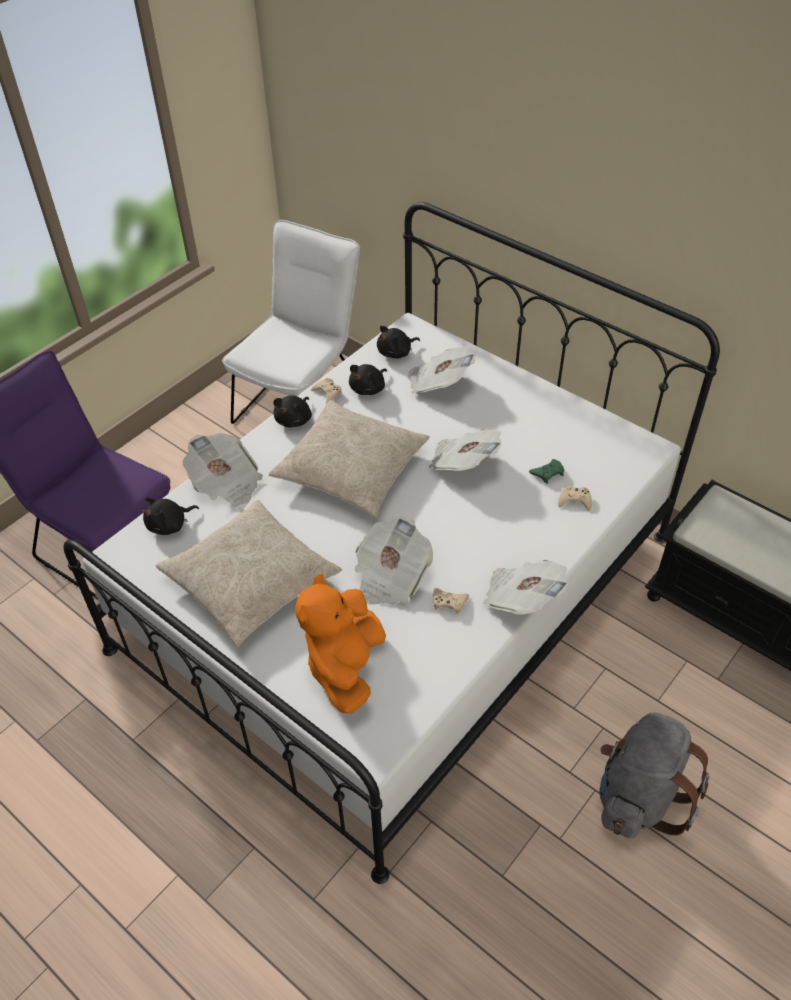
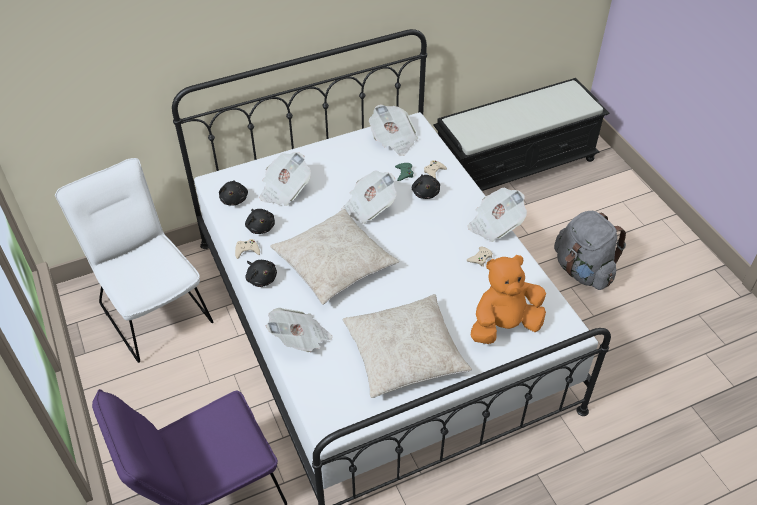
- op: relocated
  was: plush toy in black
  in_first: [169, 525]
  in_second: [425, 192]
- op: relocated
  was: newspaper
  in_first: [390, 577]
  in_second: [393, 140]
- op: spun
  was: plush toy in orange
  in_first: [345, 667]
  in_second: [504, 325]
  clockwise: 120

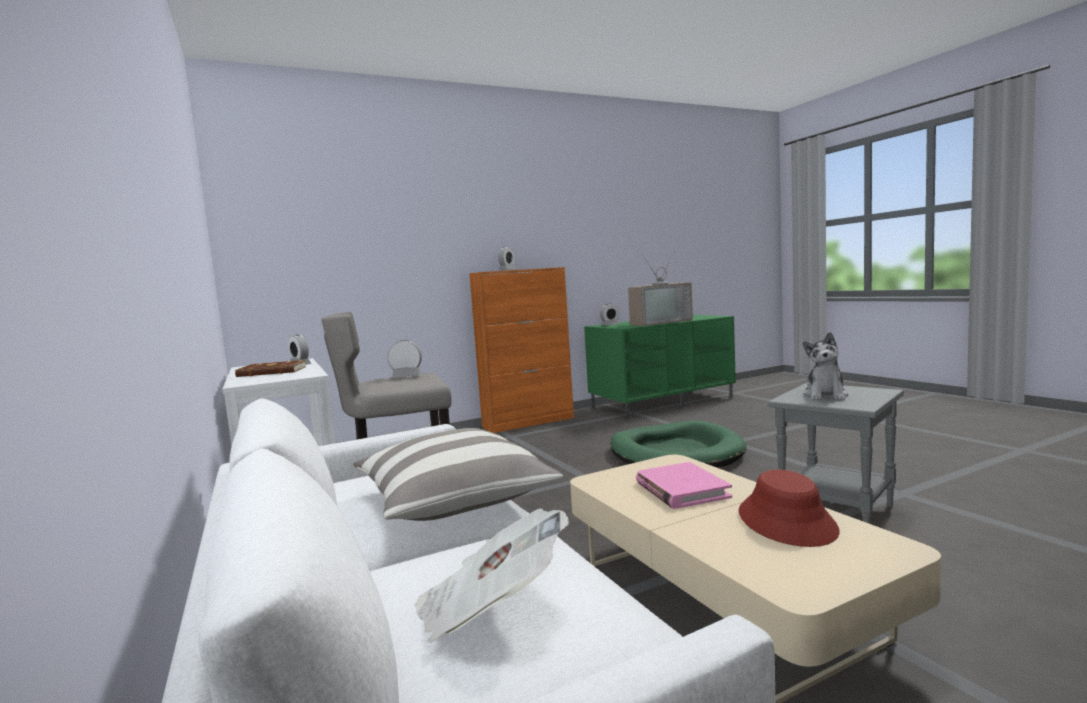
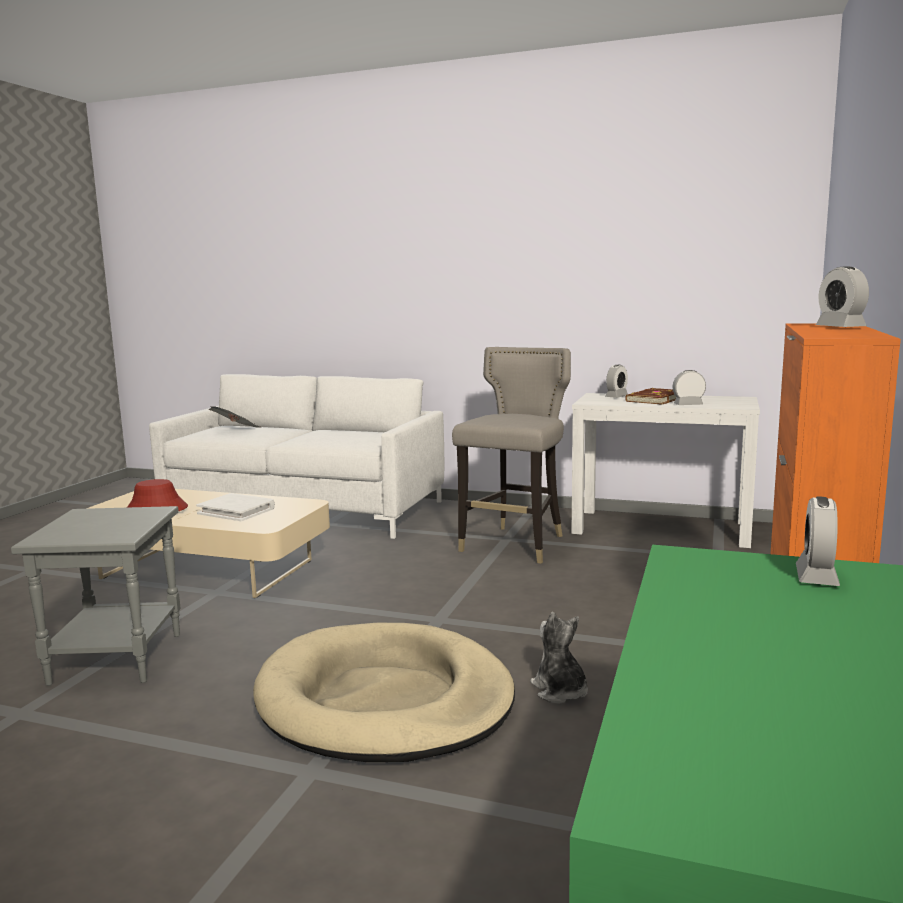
- op: missing
  was: television
  in_first: [659, 322]
- op: relocated
  was: plush toy
  in_first: [825, 395]
  in_second: [560, 691]
- op: relocated
  was: alarm clock
  in_first: [406, 376]
  in_second: [616, 396]
- op: colour
  was: dog bed in green
  now: dog bed in beige
  in_first: [675, 453]
  in_second: [385, 700]
- op: missing
  was: pillow
  in_first: [454, 500]
- op: colour
  was: book in pink
  now: book in white
  in_first: [681, 490]
  in_second: [237, 511]

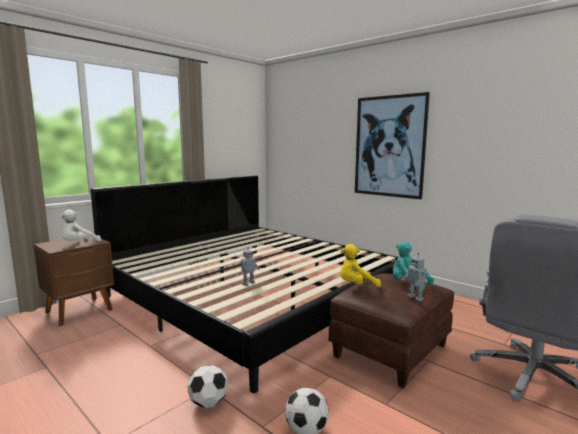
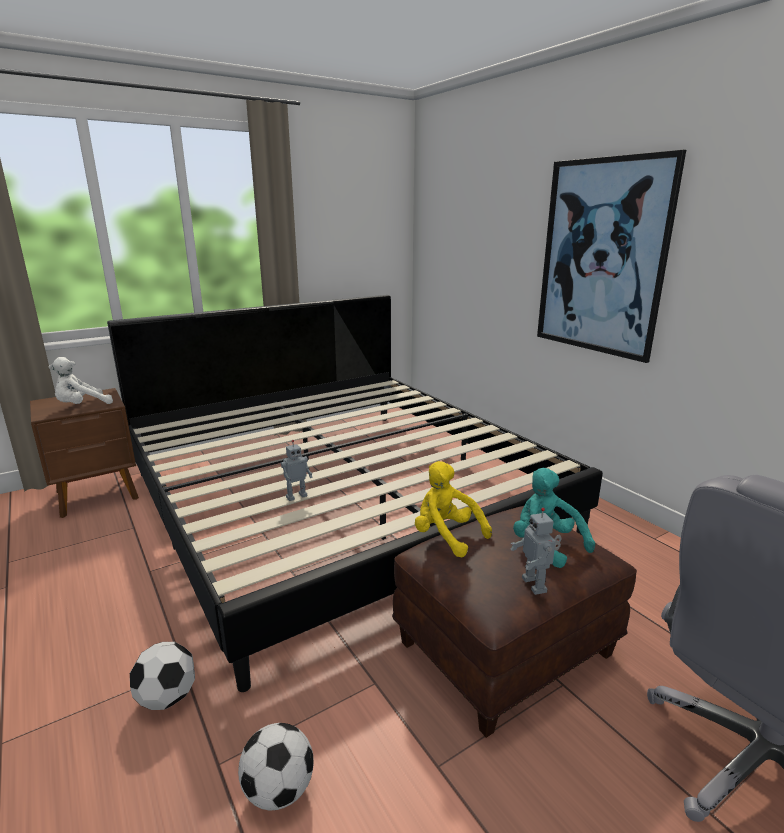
- op: spun
  was: plush toy in yellow
  in_first: [356, 285]
  in_second: [446, 536]
  clockwise: 45

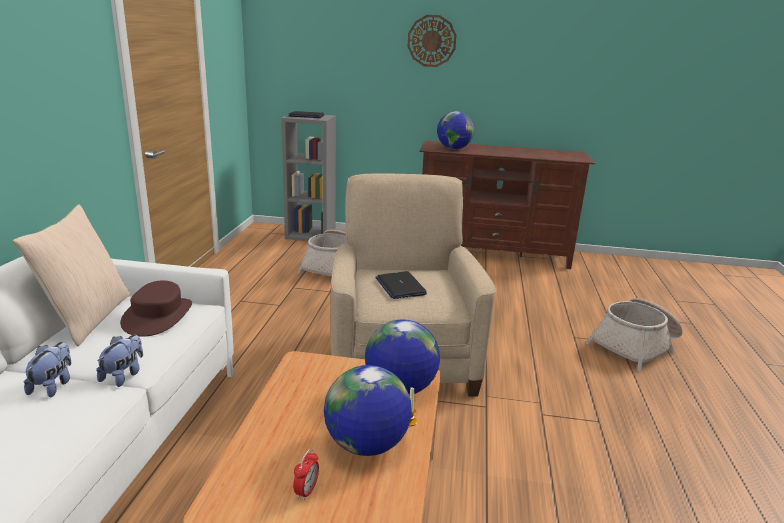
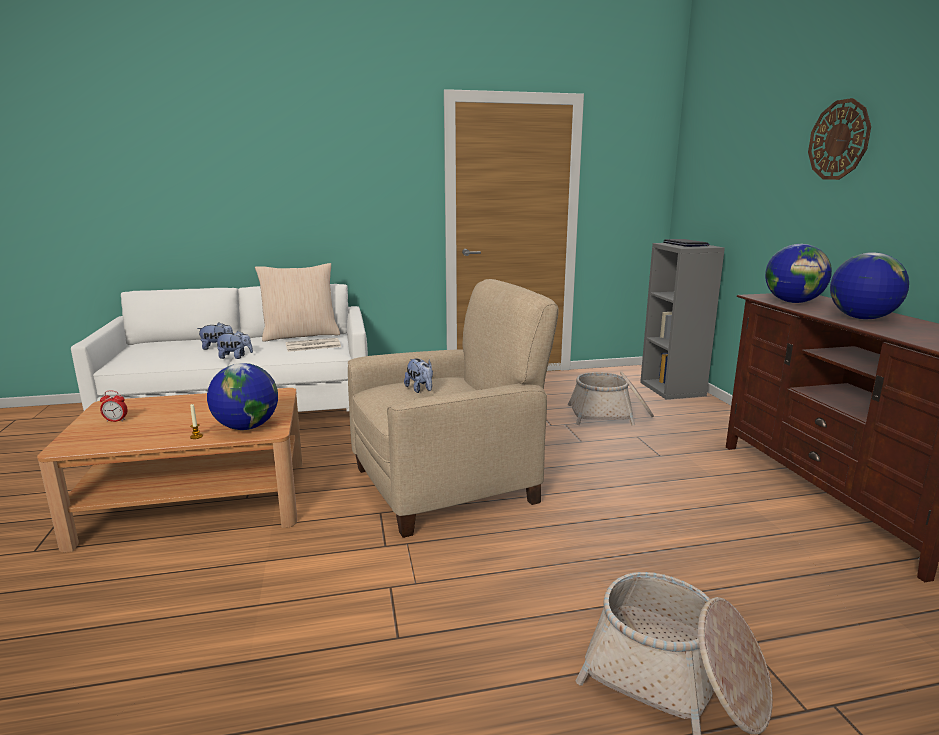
- op: exchanged
  was: laptop
  now: plush toy
  in_first: [400, 286]
  in_second: [420, 390]
- op: exchanged
  was: hat in brown
  now: newspaper
  in_first: [158, 316]
  in_second: [312, 346]
- op: relocated
  was: globe
  in_first: [366, 445]
  in_second: [861, 318]

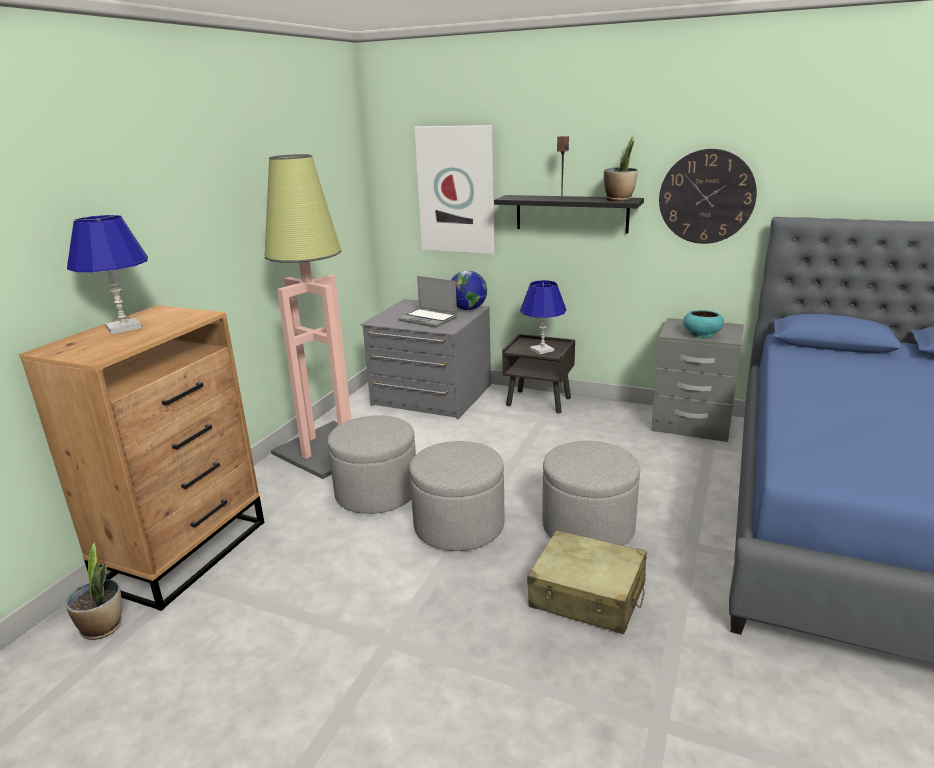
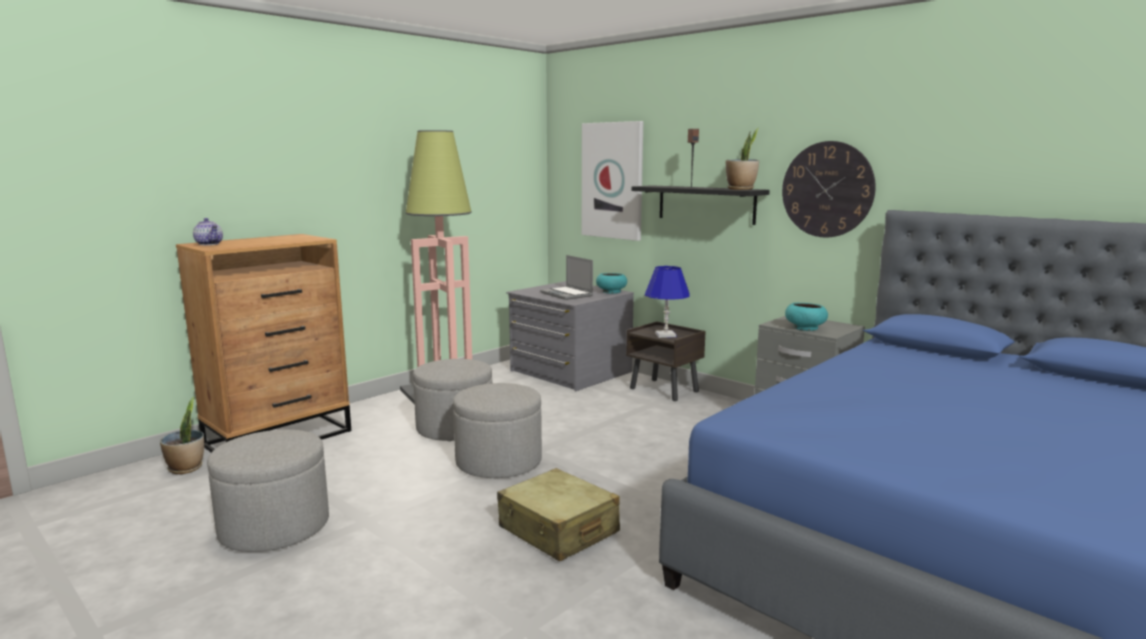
- op: missing
  was: table lamp in blue
  in_first: [124, 327]
- op: exchanged
  was: globe
  now: bowl in turquoise
  in_first: [468, 309]
  in_second: [611, 292]
- op: relocated
  was: ottoman in grey
  in_first: [588, 526]
  in_second: [274, 527]
- op: appeared
  now: teapot
  in_second: [210, 244]

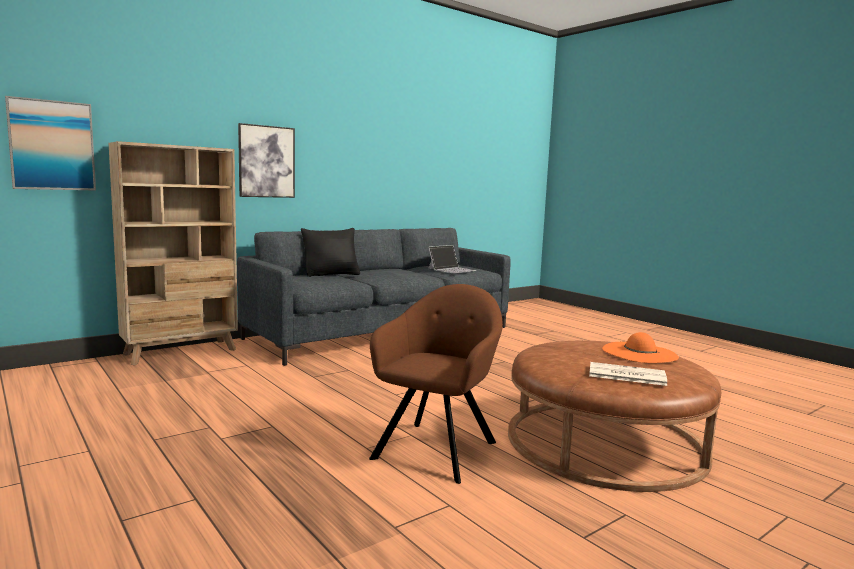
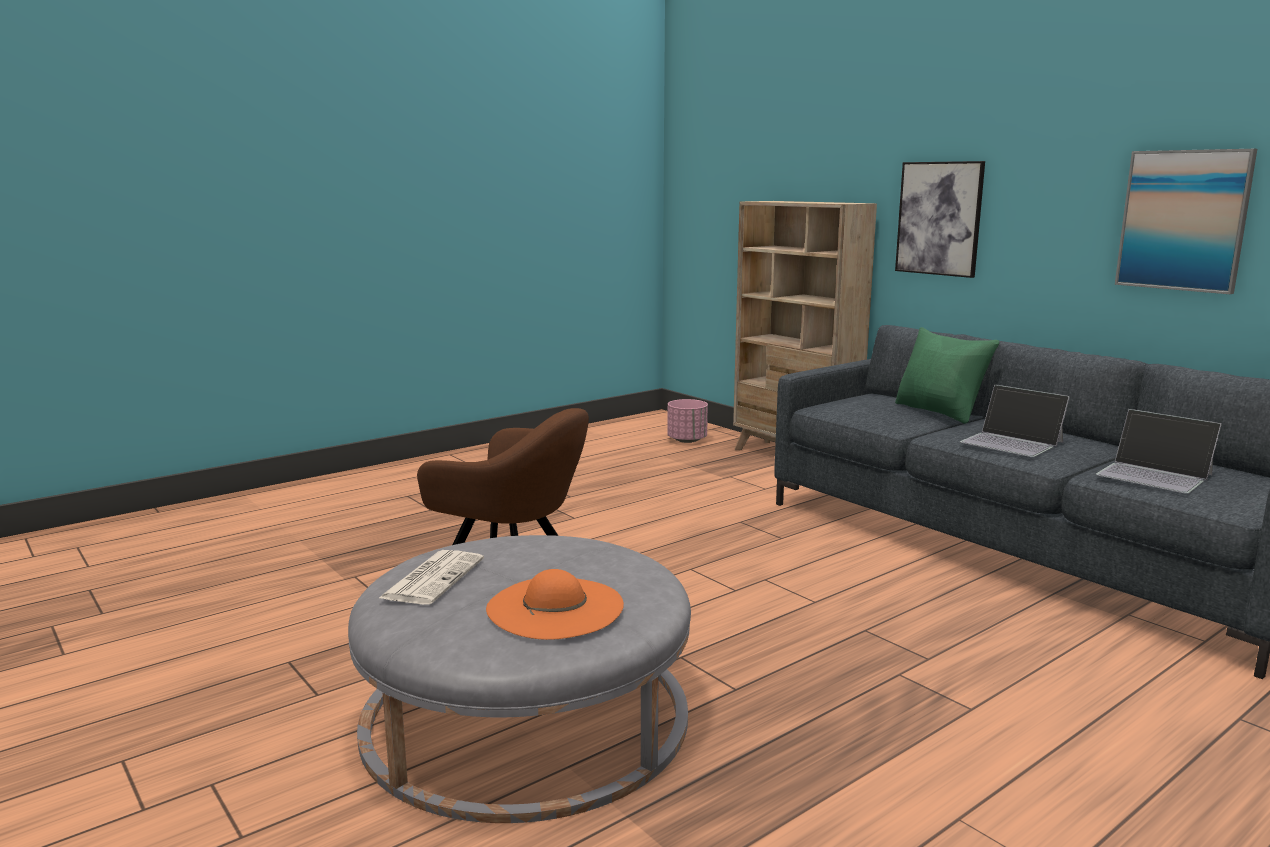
- op: relocated
  was: picture
  in_first: [52, 145]
  in_second: [1183, 220]
- op: colour
  was: pillow in black
  now: pillow in green
  in_first: [331, 275]
  in_second: [939, 412]
- op: colour
  was: ottoman in brown
  now: ottoman in grey
  in_first: [605, 441]
  in_second: [526, 715]
- op: appeared
  now: laptop
  in_second: [1012, 442]
- op: appeared
  now: planter in pink
  in_second: [687, 440]

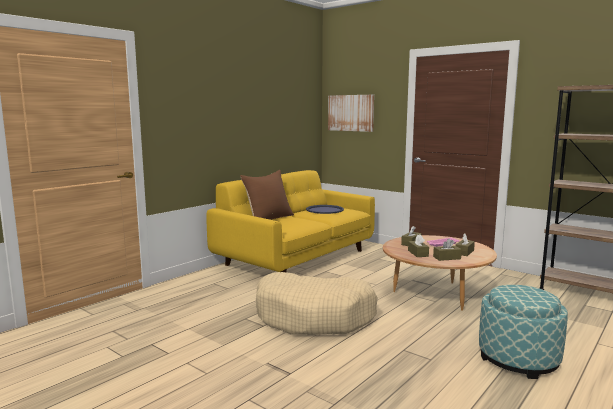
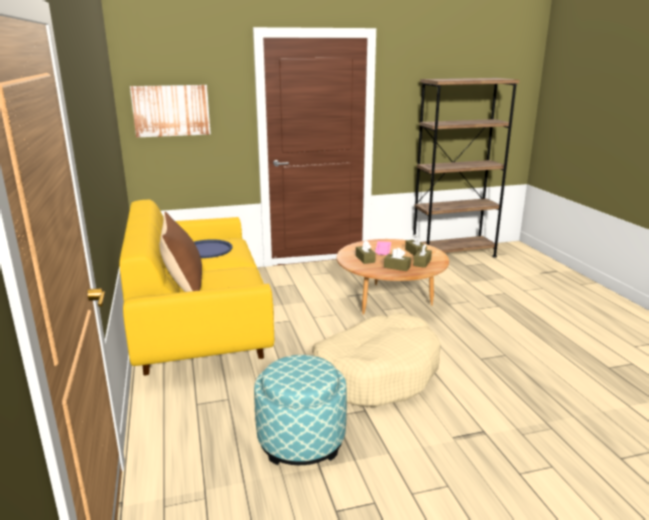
- op: relocated
  was: ottoman
  in_first: [518, 359]
  in_second: [301, 440]

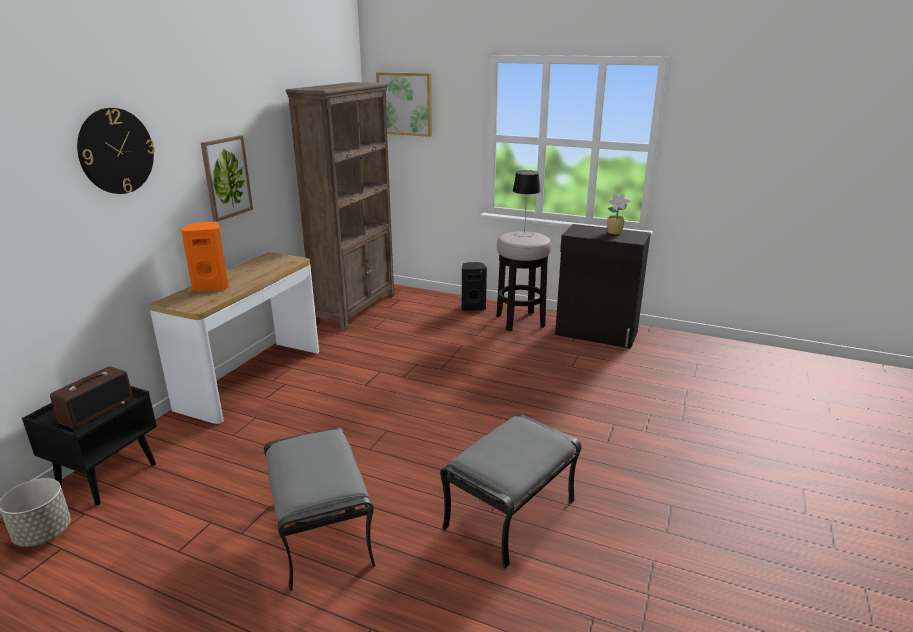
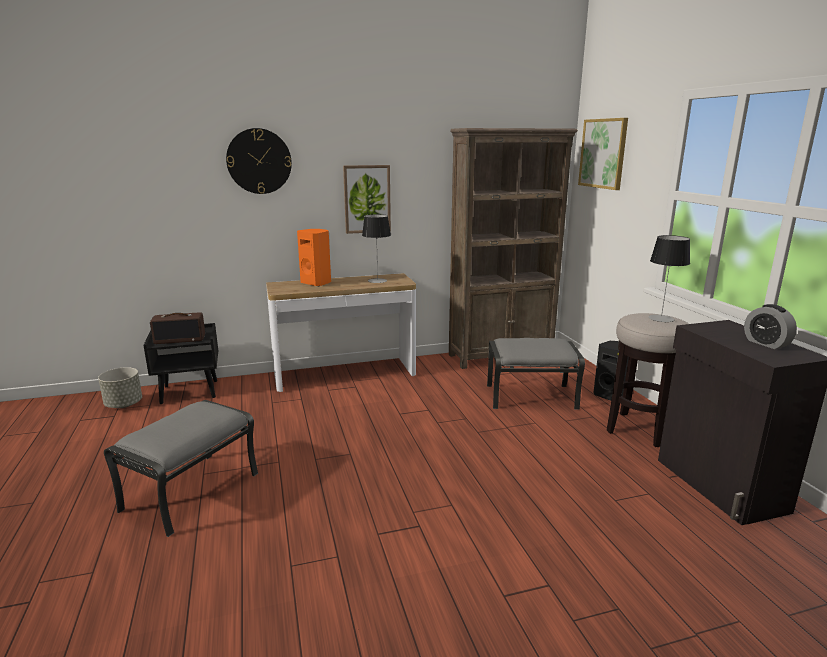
- op: exchanged
  was: potted plant
  now: alarm clock
  in_first: [615, 233]
  in_second: [766, 343]
- op: relocated
  was: ottoman in grey
  in_first: [510, 513]
  in_second: [531, 396]
- op: appeared
  now: table lamp
  in_second: [377, 280]

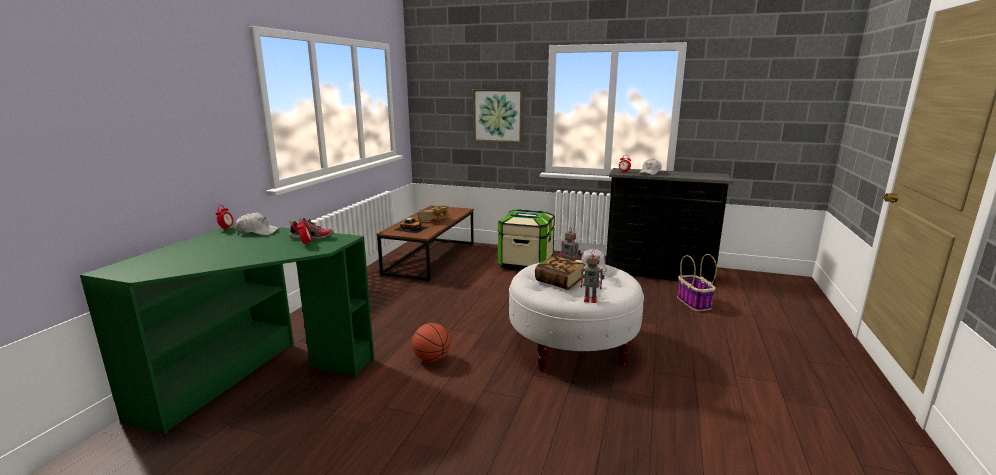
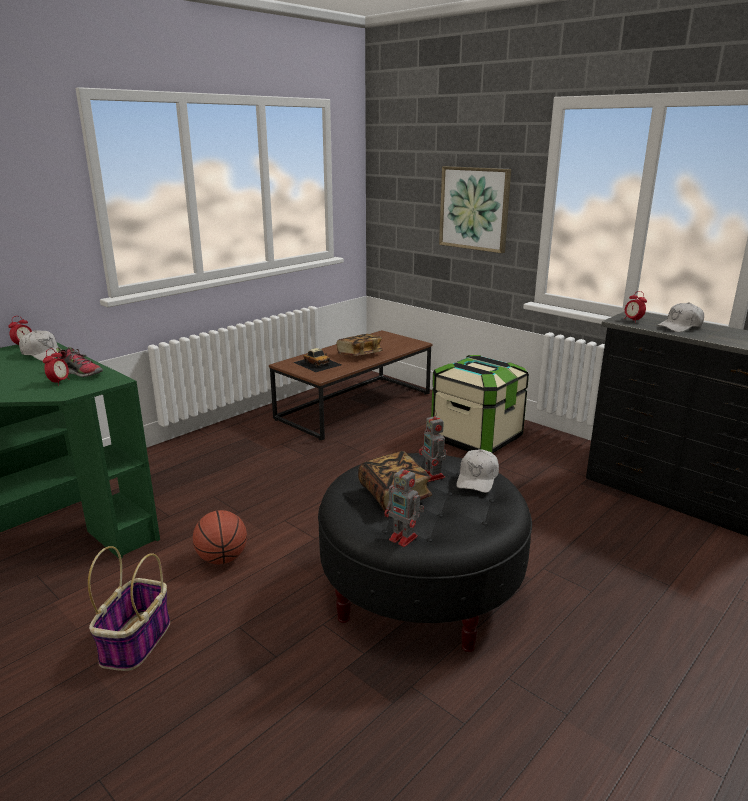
- op: relocated
  was: basket
  in_first: [694, 303]
  in_second: [136, 642]
- op: colour
  was: ottoman in white
  now: ottoman in black
  in_first: [572, 345]
  in_second: [421, 592]

